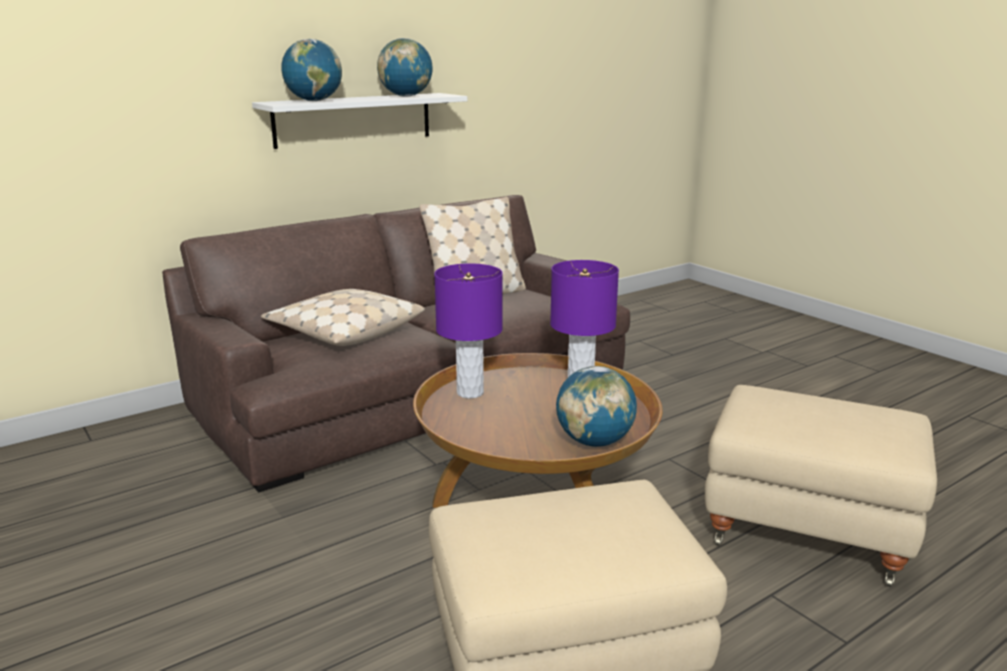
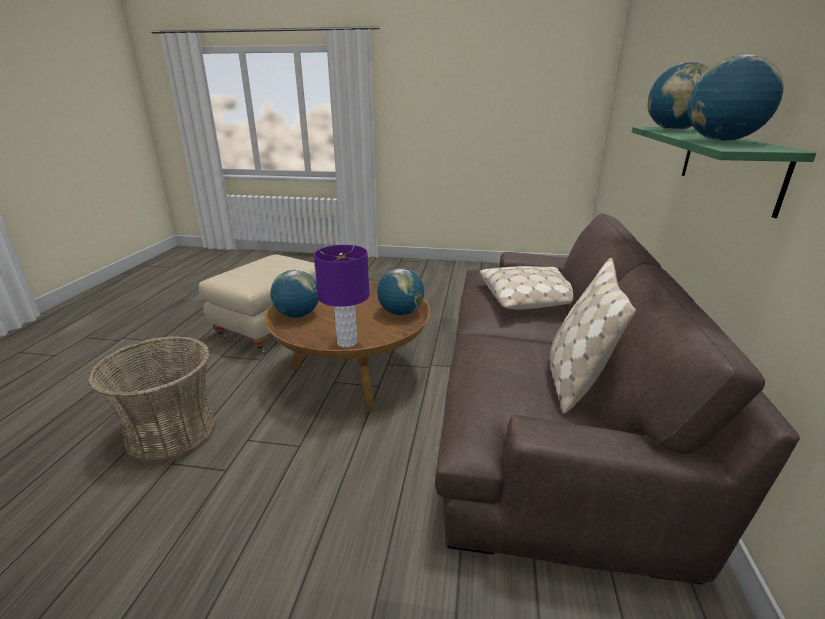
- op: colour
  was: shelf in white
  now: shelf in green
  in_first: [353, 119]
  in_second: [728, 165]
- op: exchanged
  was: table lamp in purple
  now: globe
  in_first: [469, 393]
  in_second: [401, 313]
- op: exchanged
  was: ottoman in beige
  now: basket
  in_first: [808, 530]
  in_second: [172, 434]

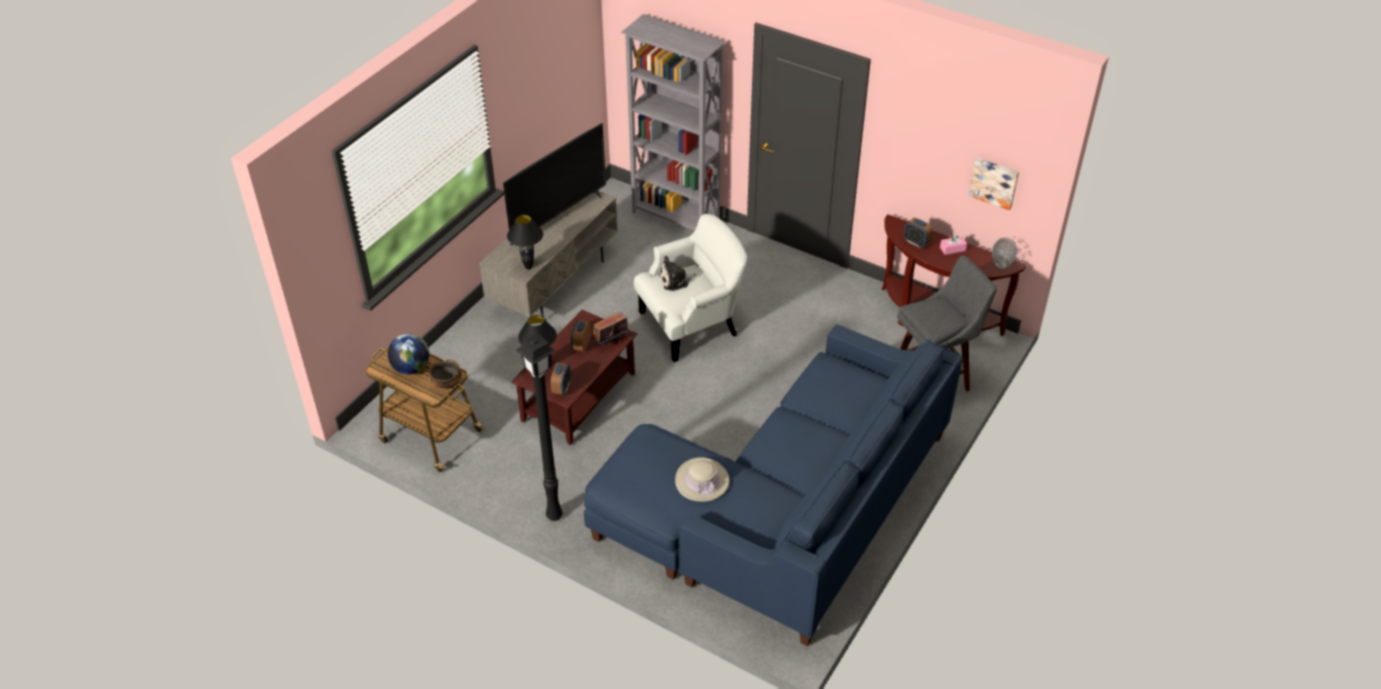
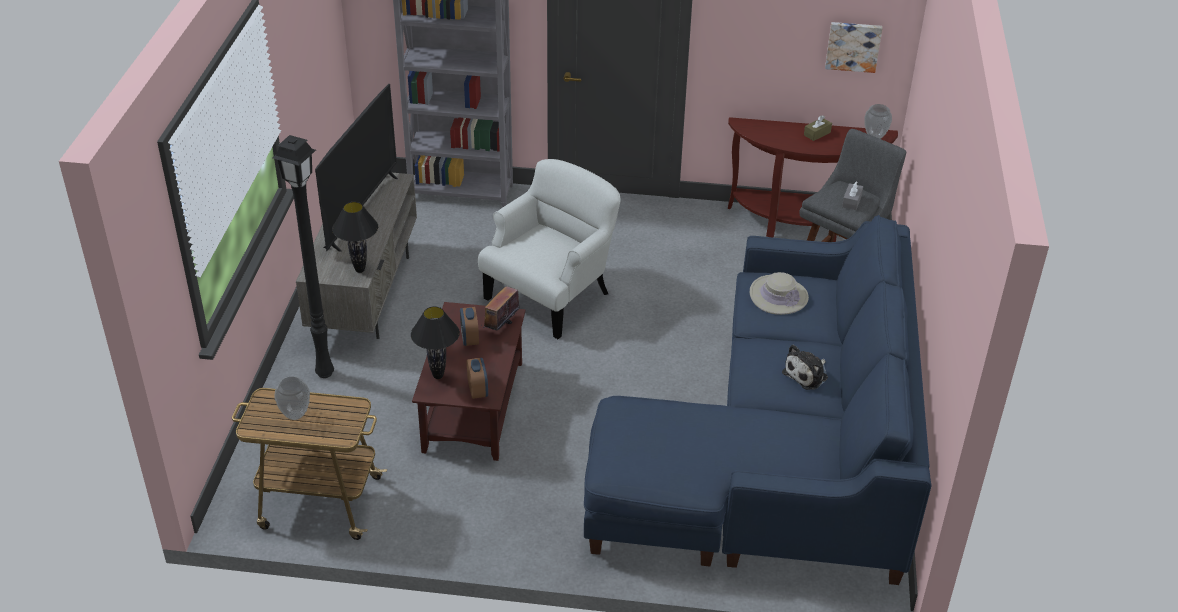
- op: missing
  was: alarm clock
  in_first: [916, 243]
- op: colour
  was: tissue box in pink
  now: tissue box in brown
  in_first: [952, 249]
  in_second: [817, 134]
- op: relocated
  was: plush toy
  in_first: [675, 280]
  in_second: [807, 374]
- op: relocated
  was: floor lamp in black
  in_first: [553, 516]
  in_second: [323, 373]
- op: exchanged
  was: globe
  now: vase
  in_first: [411, 368]
  in_second: [294, 415]
- op: missing
  was: bowl
  in_first: [447, 383]
- op: relocated
  was: hat in beige
  in_first: [702, 481]
  in_second: [778, 296]
- op: appeared
  now: tissue box in grey
  in_second: [851, 201]

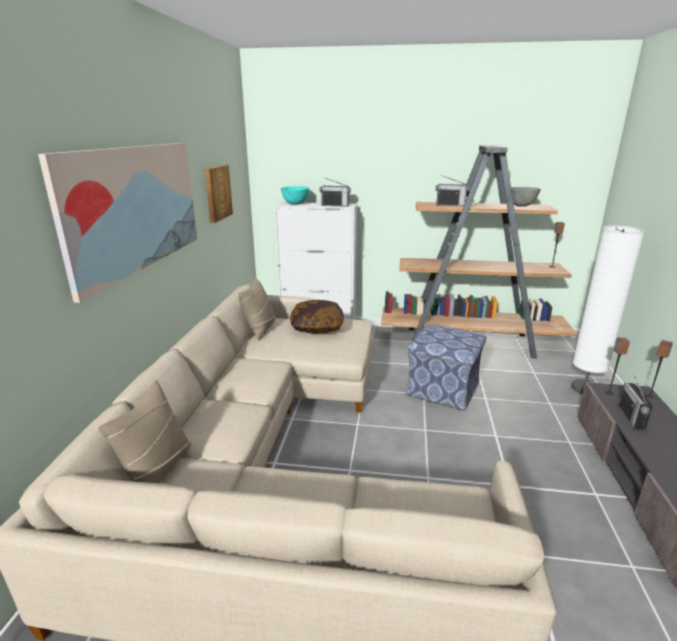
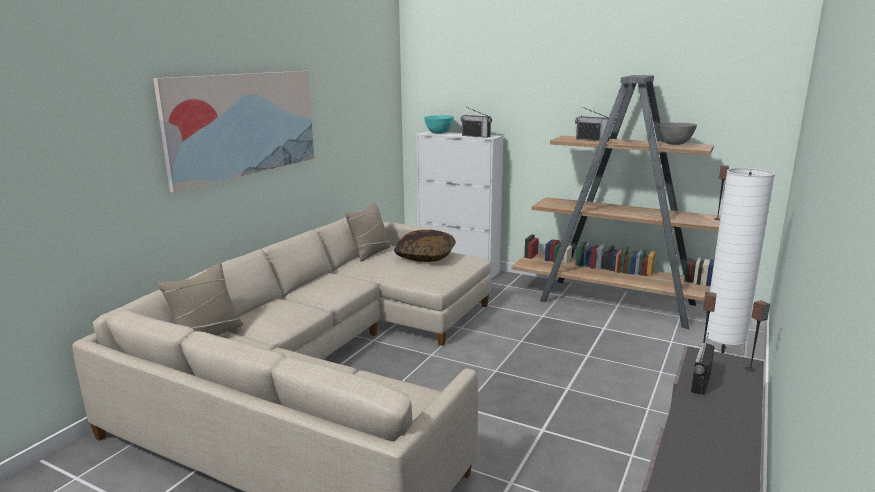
- op: missing
  was: picture
  in_first: [217, 193]
- op: missing
  was: ottoman
  in_first: [443, 389]

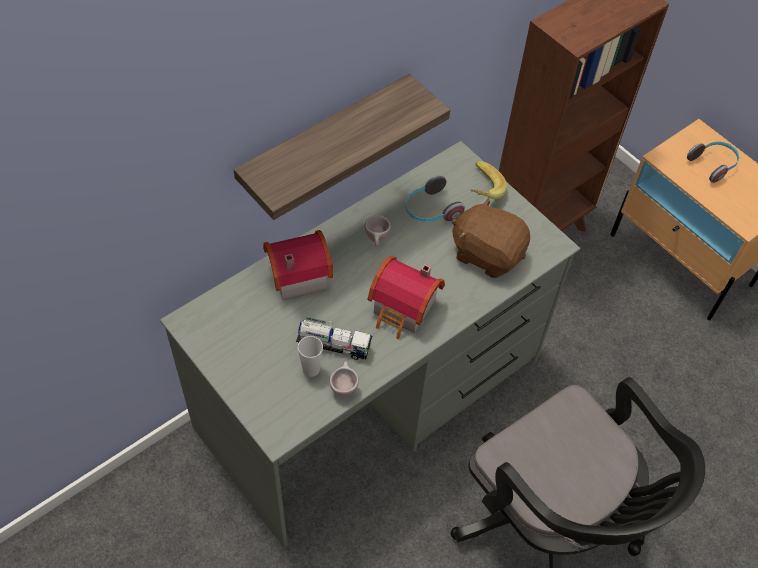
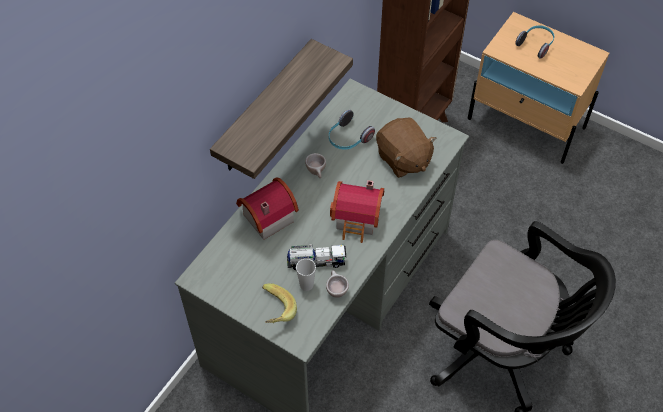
- op: relocated
  was: banana
  in_first: [480, 190]
  in_second: [273, 311]
- op: spun
  was: plush toy in brown
  in_first: [487, 253]
  in_second: [403, 159]
  clockwise: -135

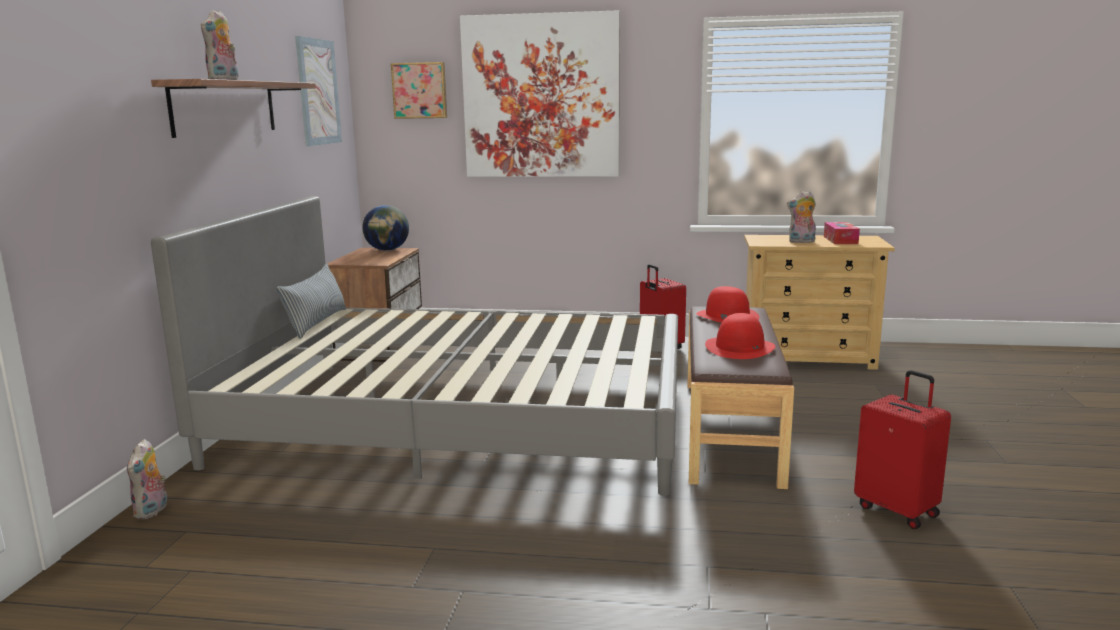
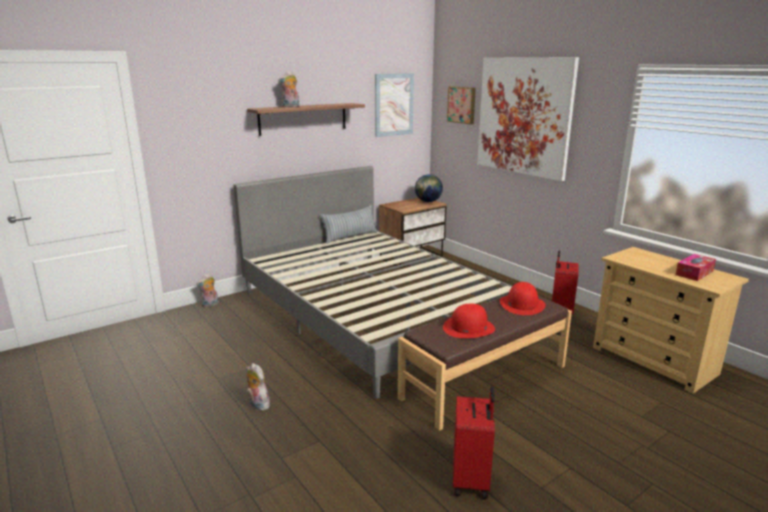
- op: relocated
  was: plush toy
  in_first: [801, 242]
  in_second: [257, 405]

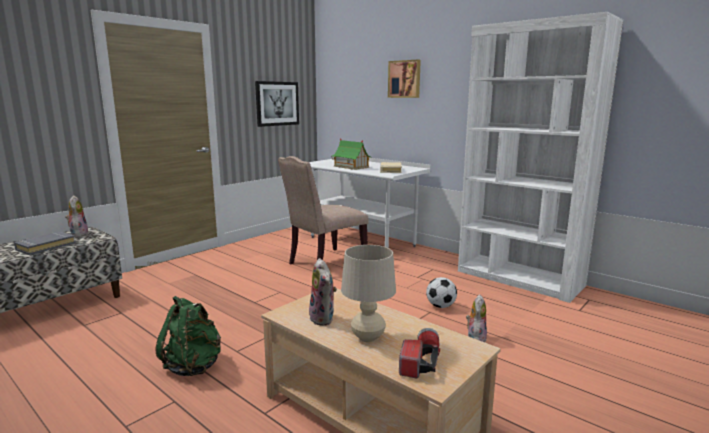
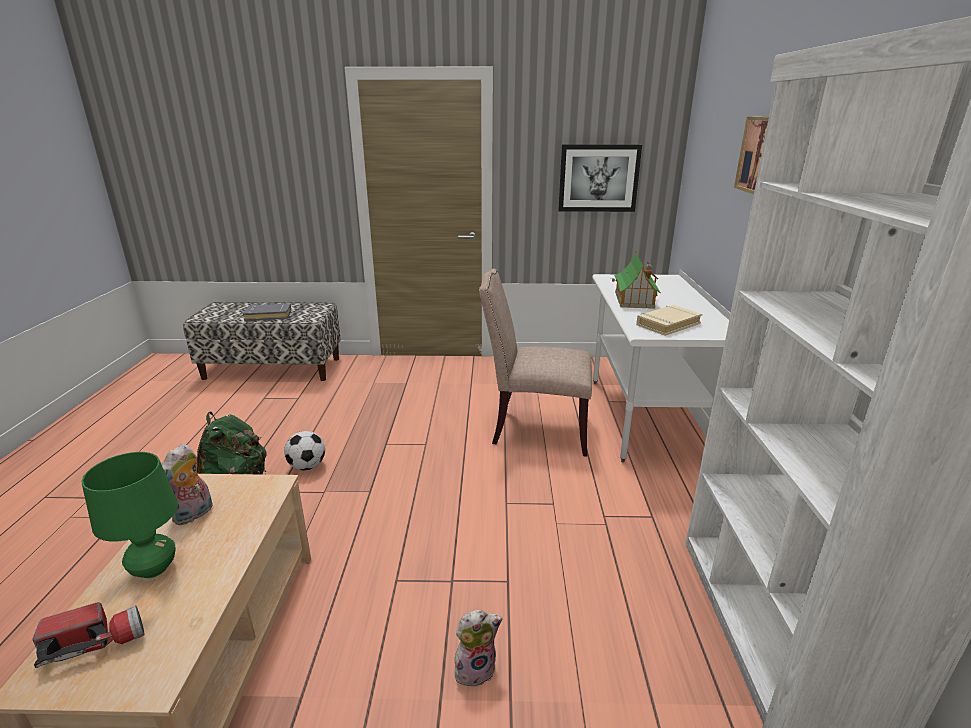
- op: missing
  was: plush toy
  in_first: [78, 234]
- op: colour
  was: table lamp in beige
  now: table lamp in green
  in_first: [367, 337]
  in_second: [154, 568]
- op: relocated
  was: football
  in_first: [440, 306]
  in_second: [307, 466]

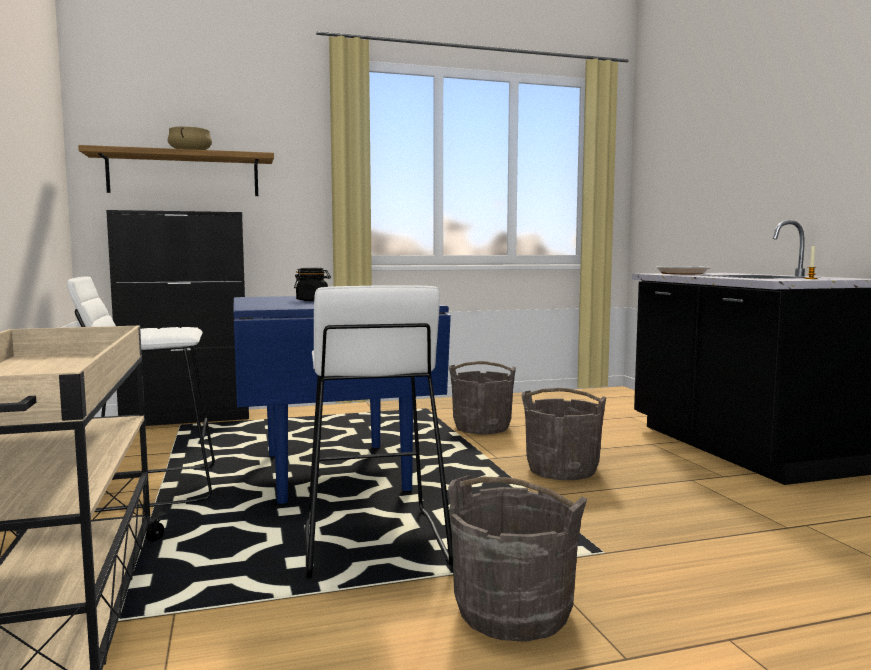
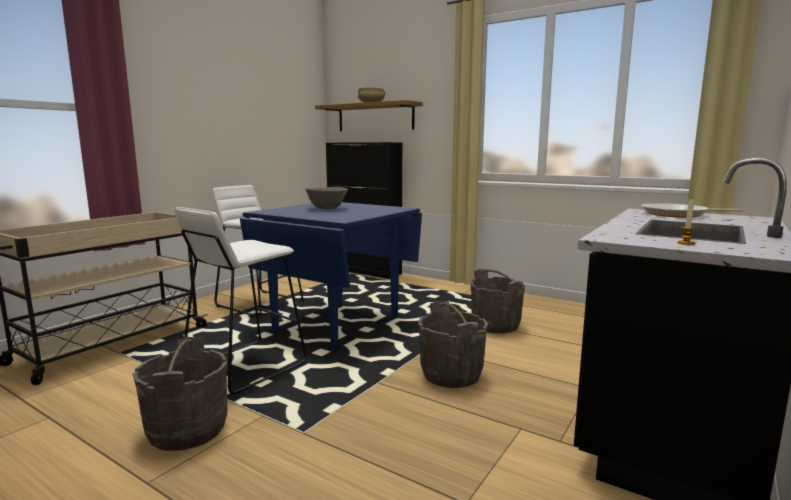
- op: exchanged
  was: jar in black
  now: bowl in grey
  in_first: [312, 300]
  in_second: [326, 208]

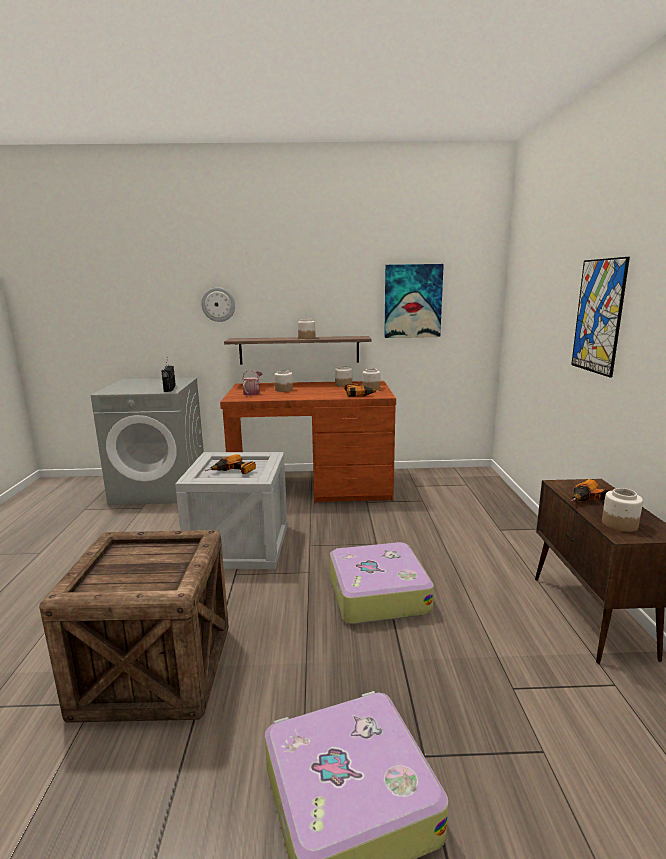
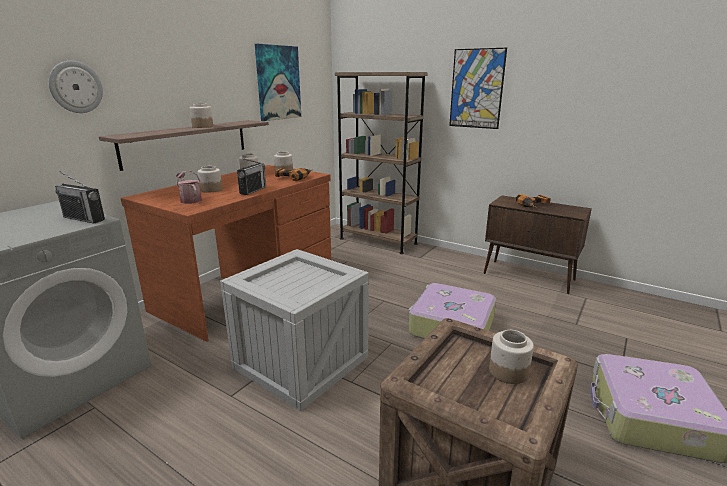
- op: missing
  was: power drill
  in_first: [233, 472]
- op: relocated
  was: jar
  in_first: [619, 524]
  in_second: [508, 372]
- op: appeared
  now: bookcase in brown
  in_second: [378, 241]
- op: appeared
  now: radio
  in_second: [253, 190]

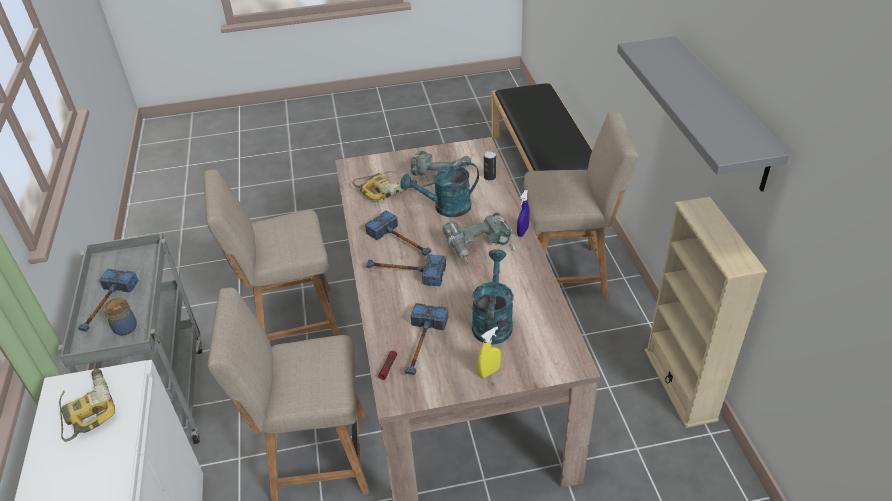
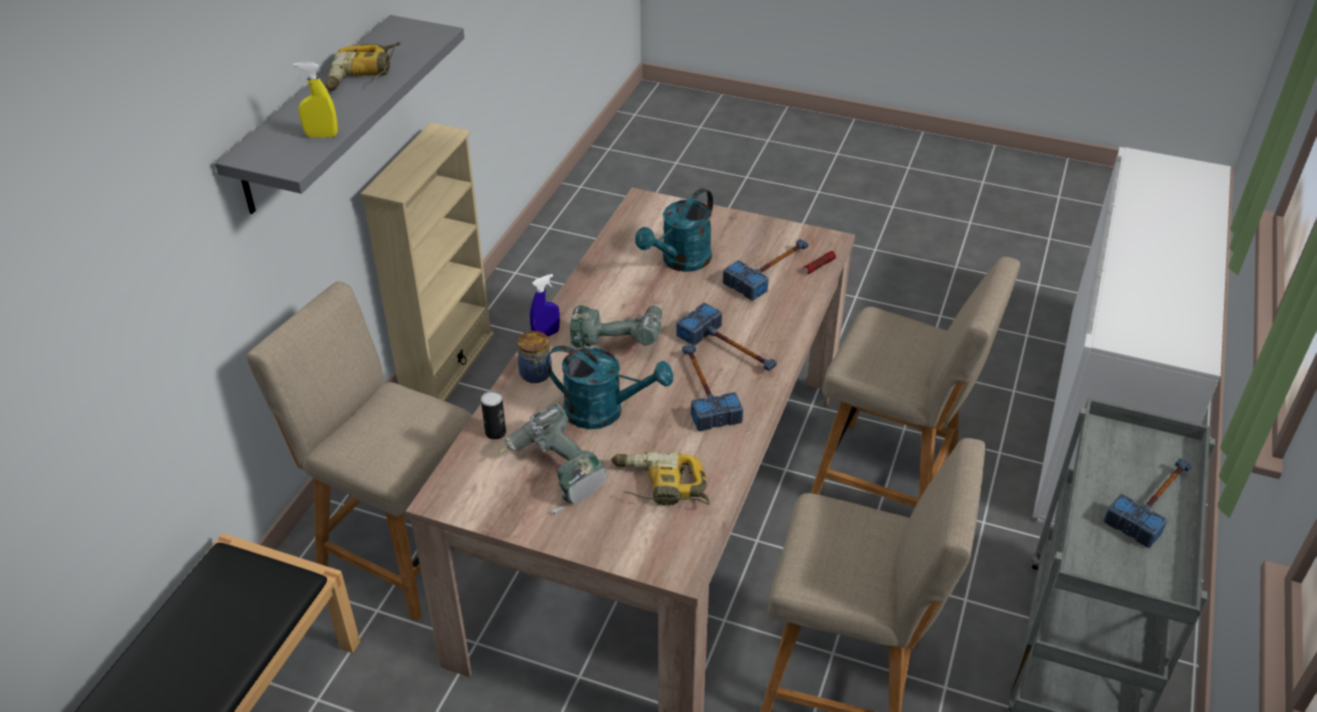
- op: relocated
  was: jar
  in_first: [124, 327]
  in_second: [536, 375]
- op: relocated
  was: spray bottle in yellow
  in_first: [489, 372]
  in_second: [322, 135]
- op: relocated
  was: power drill
  in_first: [87, 408]
  in_second: [363, 75]

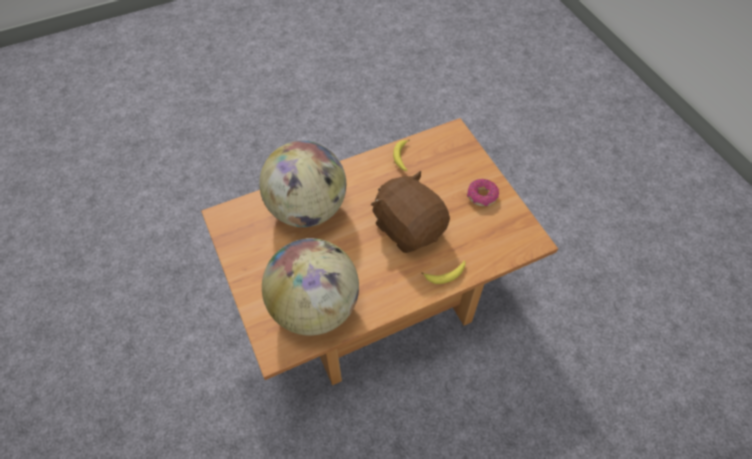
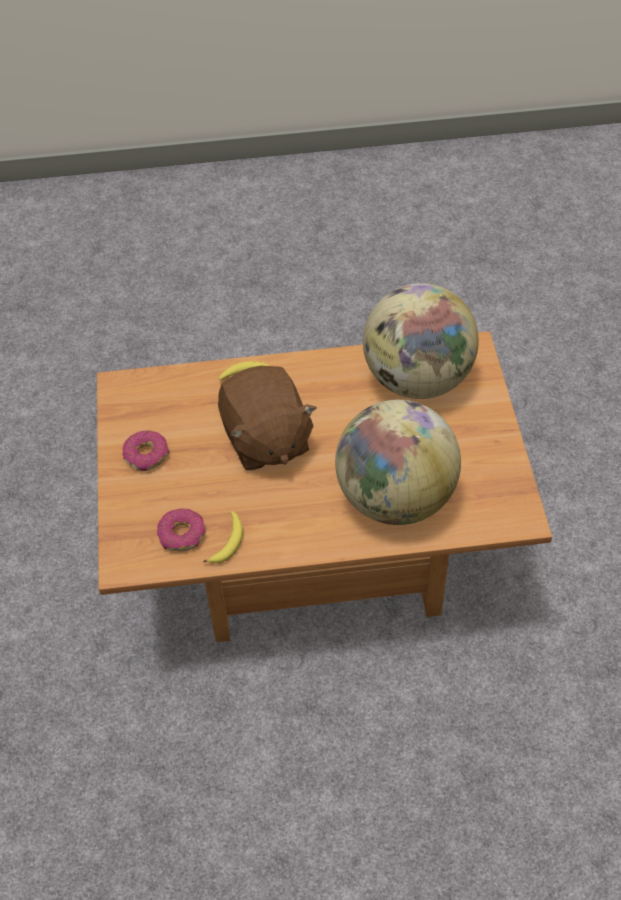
- op: appeared
  now: donut
  in_second: [182, 535]

